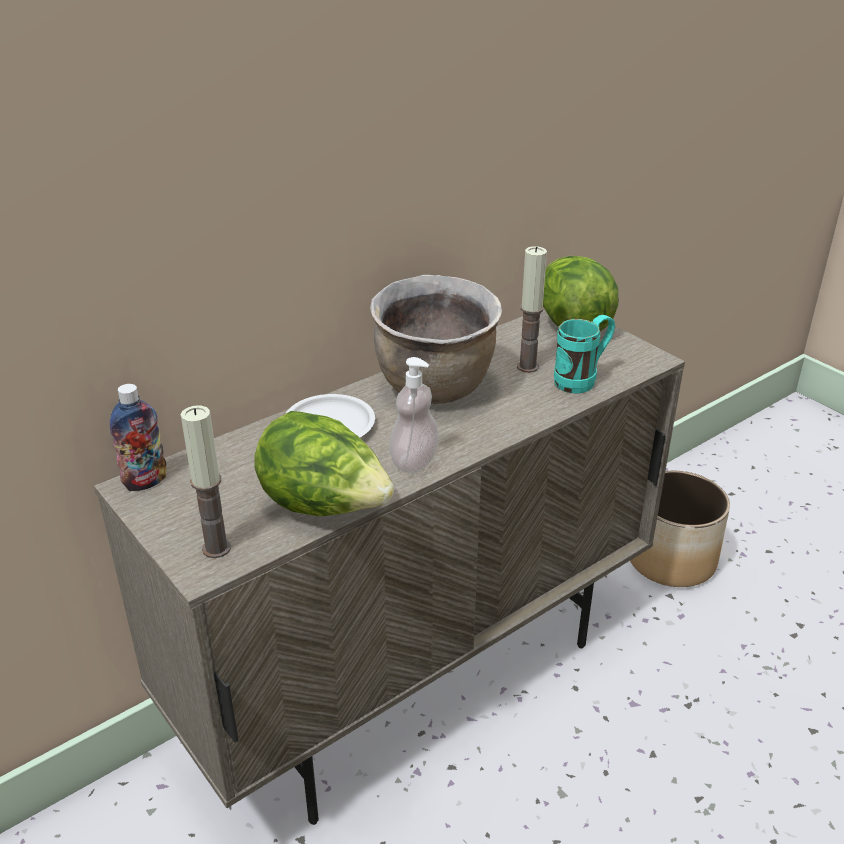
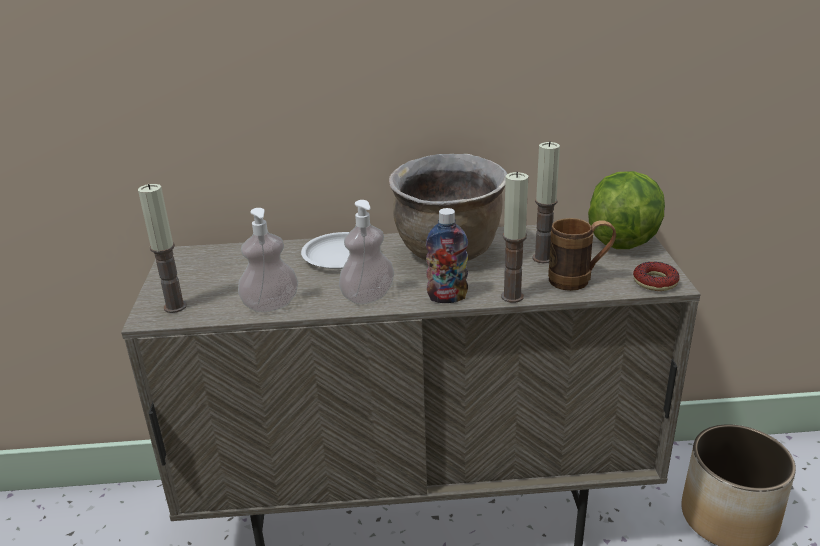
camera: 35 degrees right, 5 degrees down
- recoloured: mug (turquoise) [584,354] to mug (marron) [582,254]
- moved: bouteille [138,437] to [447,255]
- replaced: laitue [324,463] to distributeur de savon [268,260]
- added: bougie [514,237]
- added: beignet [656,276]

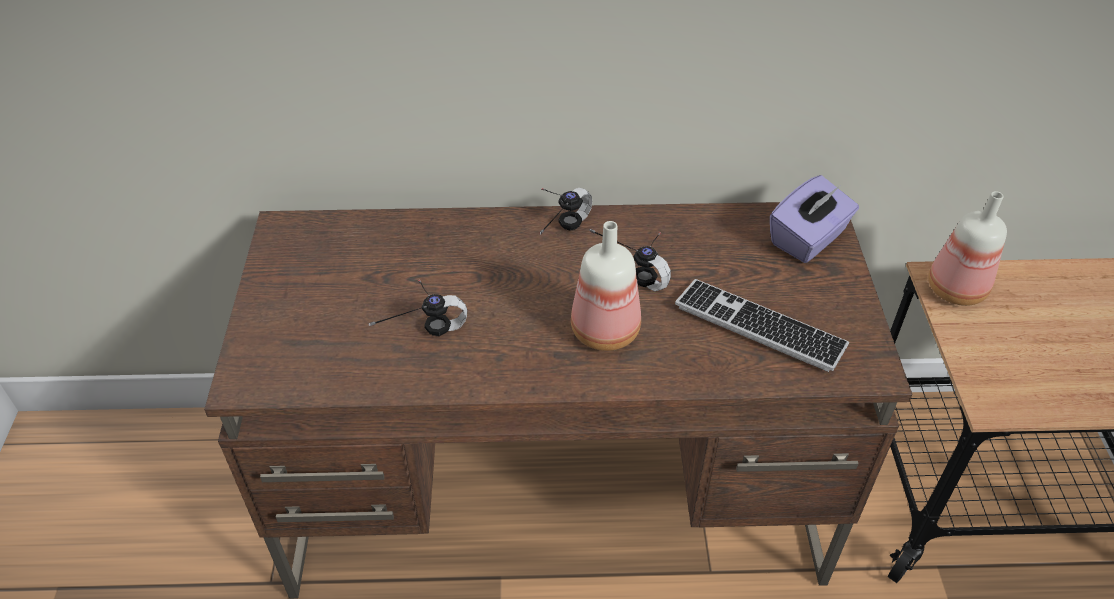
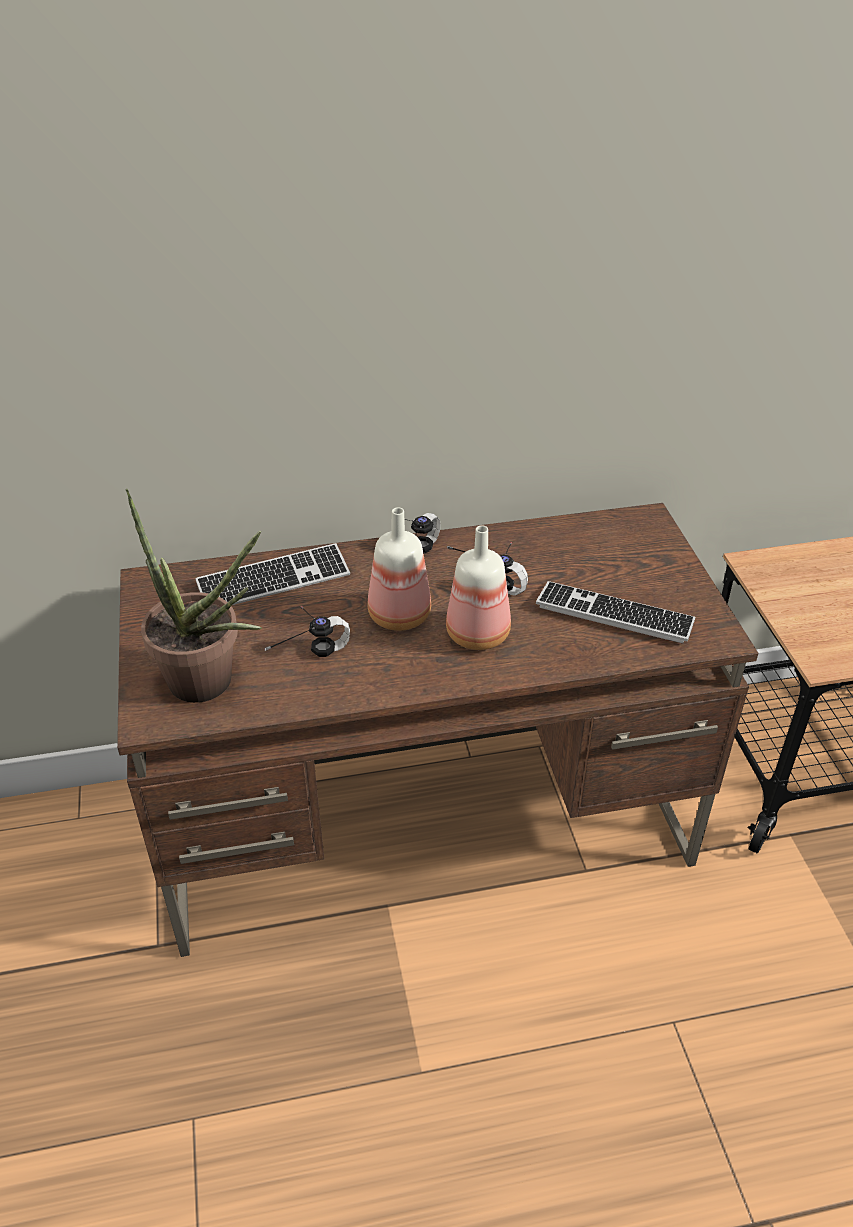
camera: 10 degrees left, 5 degrees down
- removed: boîte à mouchoirs (violet) [814,219]
- moved: bouteille [967,248] to [399,569]
- added: plante en pot [194,596]
- added: clavier [272,574]

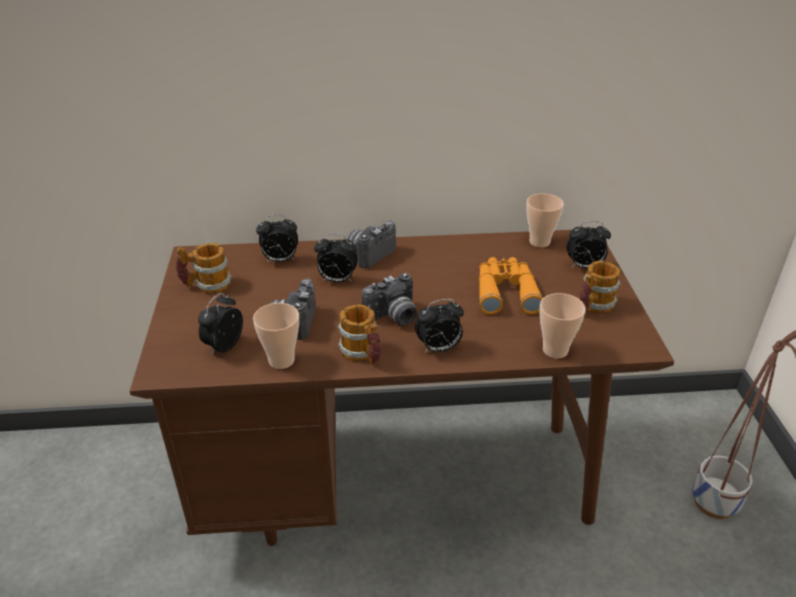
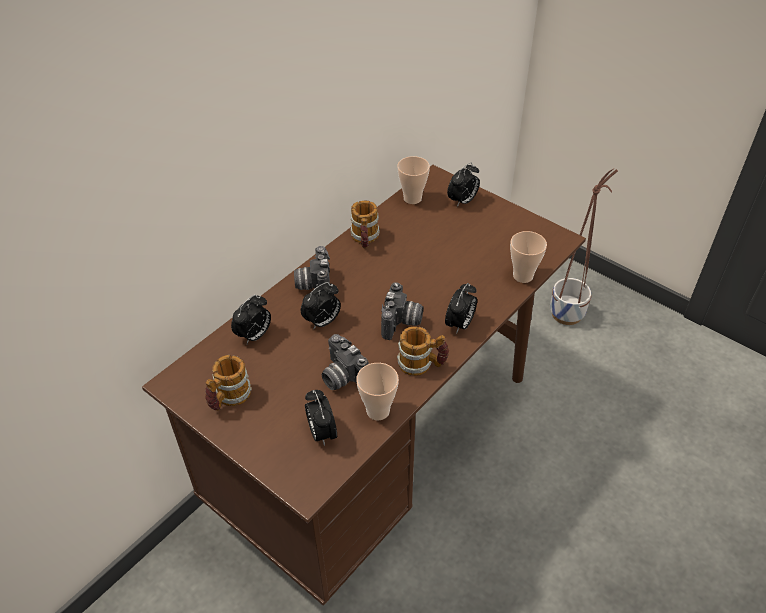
camera: 45 degrees left, 10 degrees up
- removed: jumelles (orange) [511,286]
- moved: mug [600,287] to [365,224]

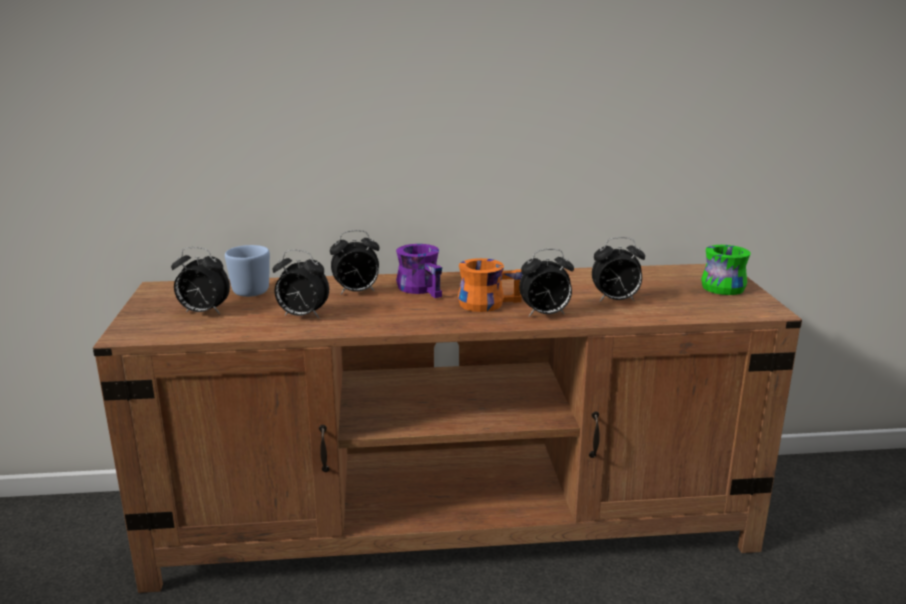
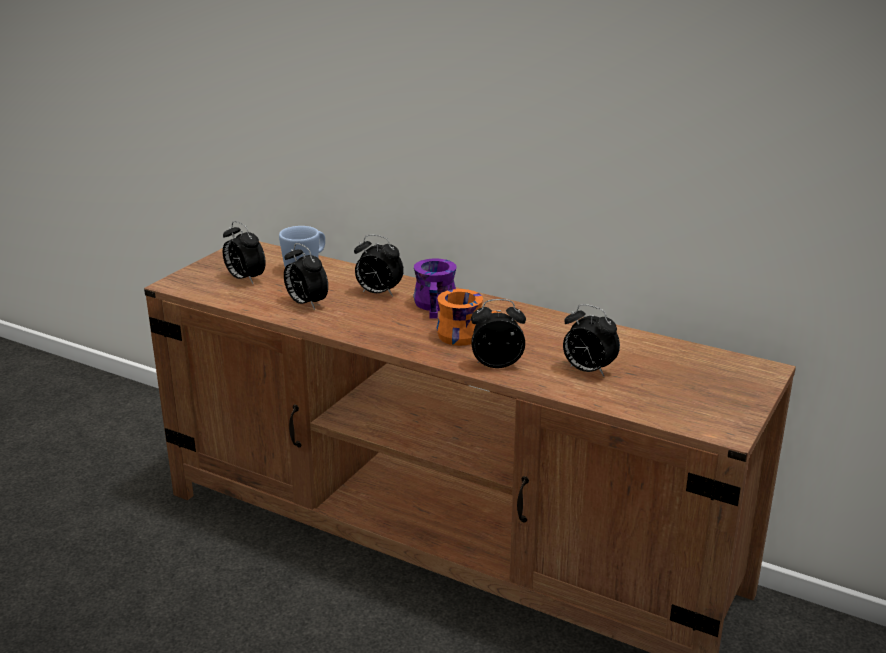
camera: 35 degrees right, 5 degrees up
- removed: mug (vert) [726,270]
- turned: réveil [546,283] = [498,333] 150 degrees clockwise

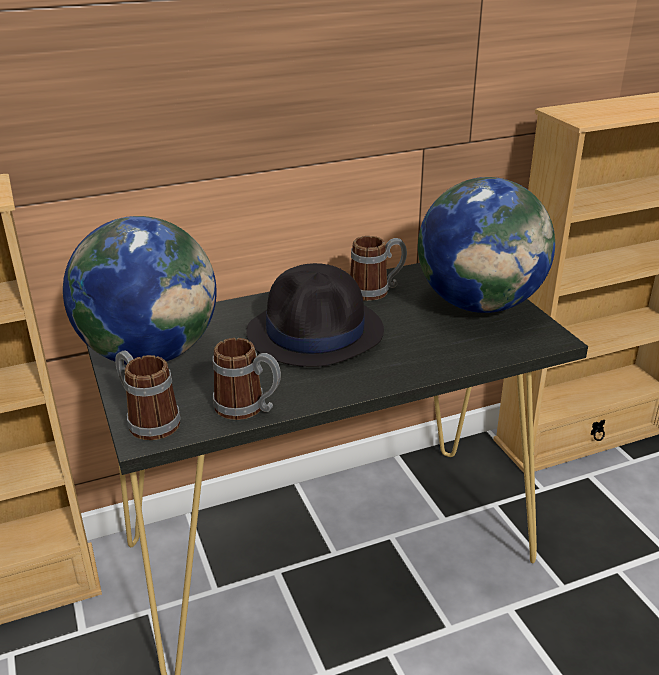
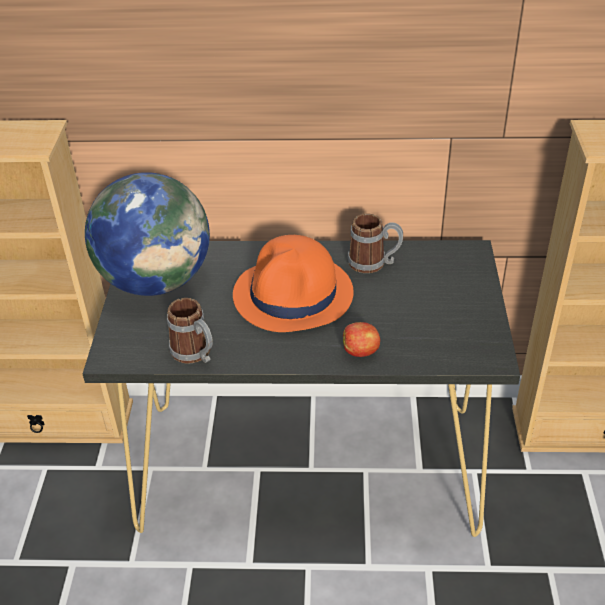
camera: 25 degrees right, 10 degrees up
- removed: globe [486,245]
- recoloured: chapeau (noir) [315,315] to chapeau (orange) [293,283]
- removed: mug [148,395]
- added: pomme [361,339]

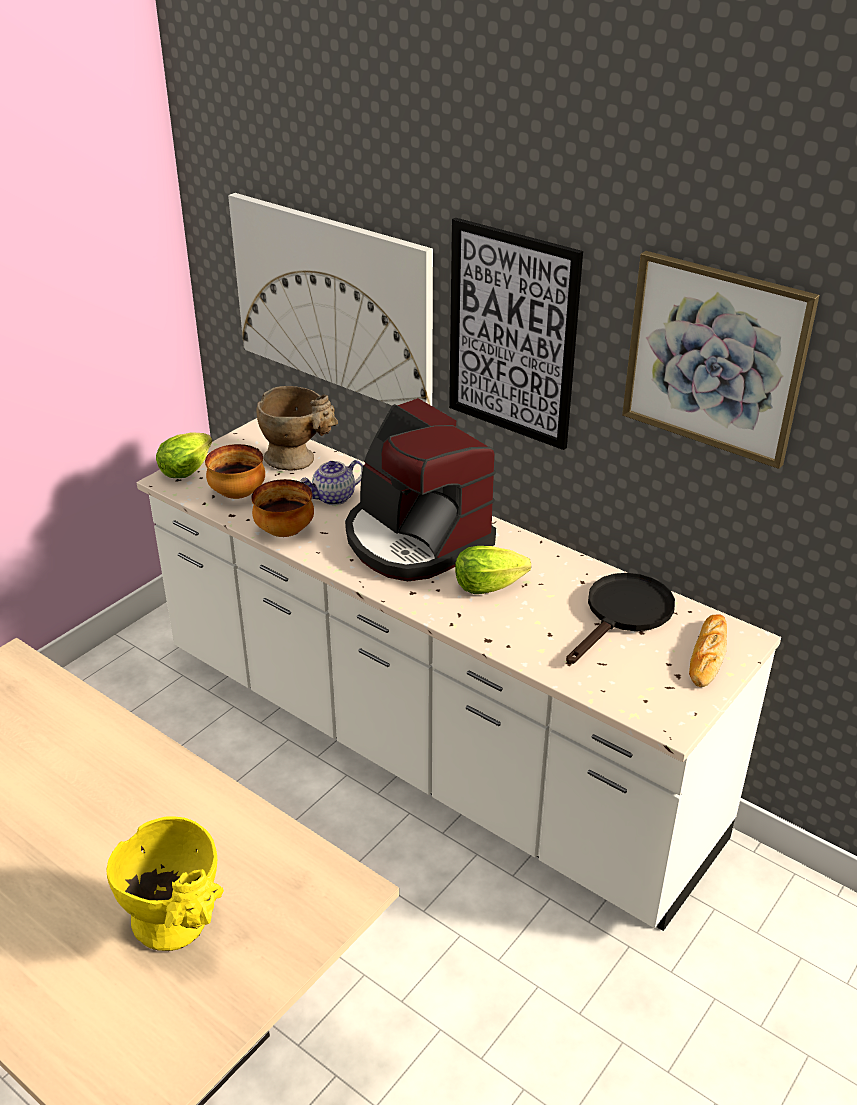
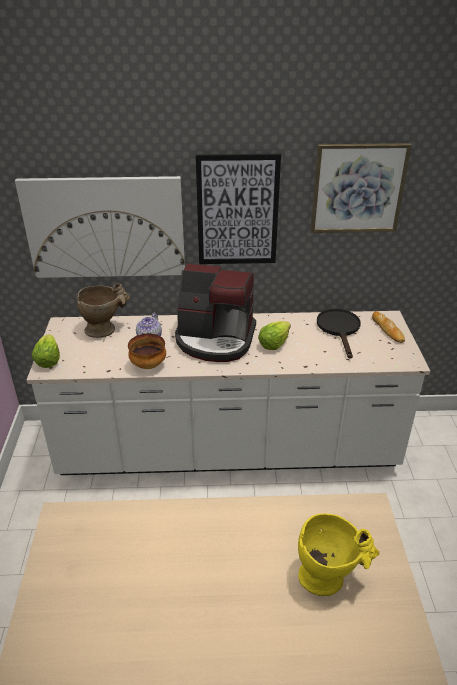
camera: 40 degrees left, 0 degrees up
- removed: bol [235,471]

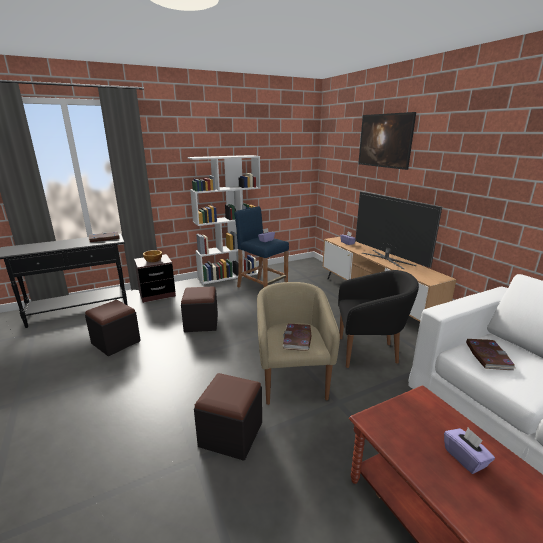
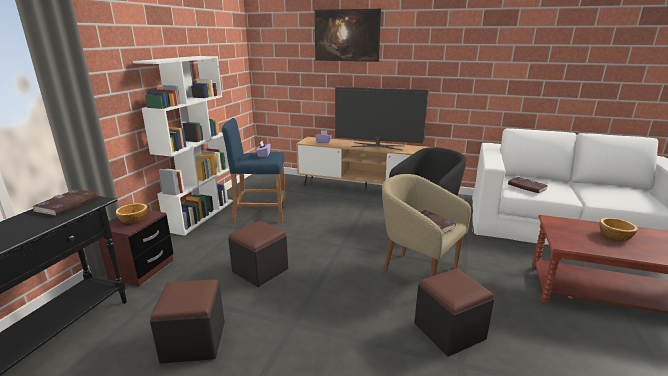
camera: 45 degrees left, 0 degrees up
- replaced: boîte à mouchoirs (violet) [469,451] to bol [618,229]

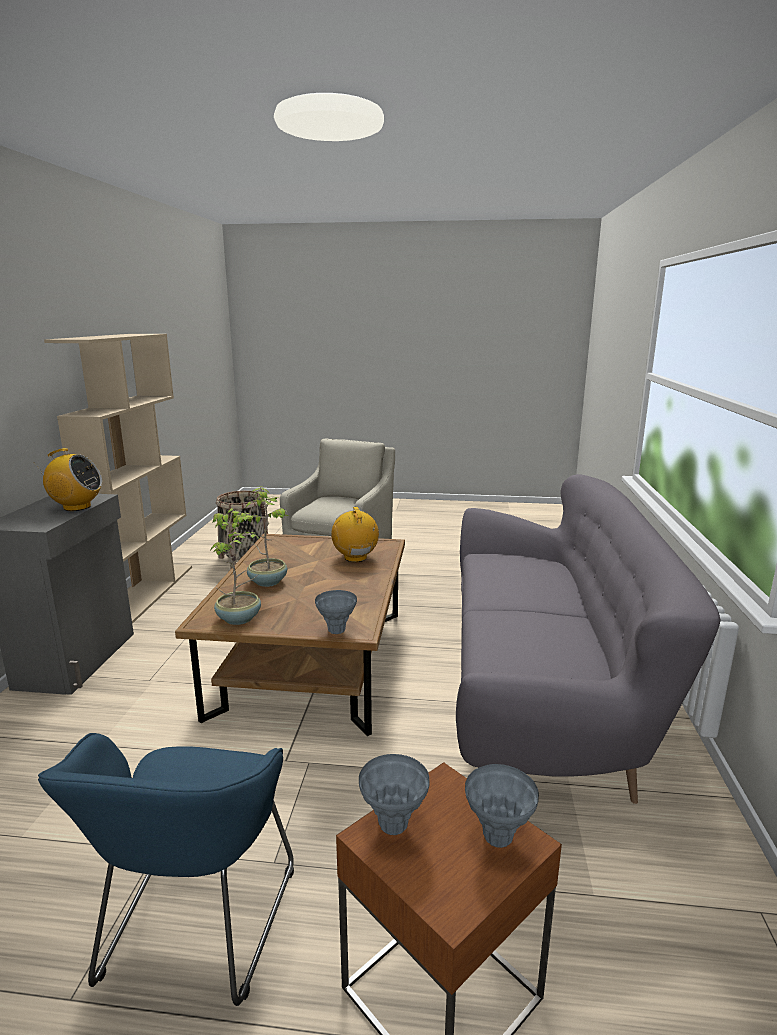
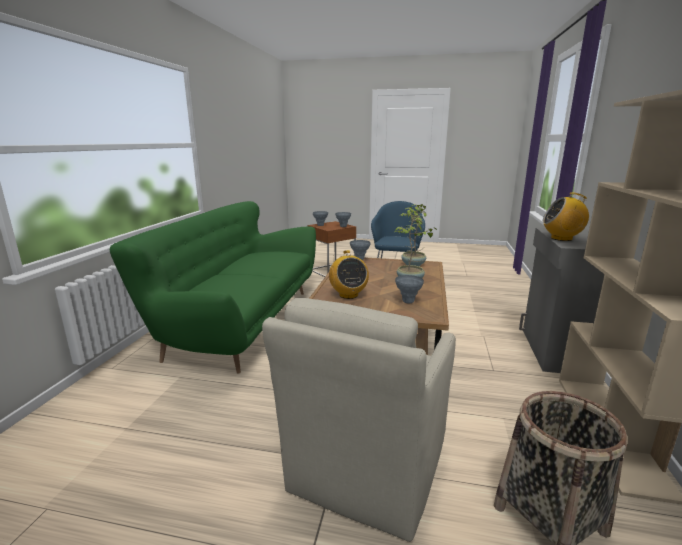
camera: 175 degrees left, 0 degrees up
- recoloured: canapé (gris) [588,639] to canapé (vert) [213,287]
- added: vase (gris) [409,289]

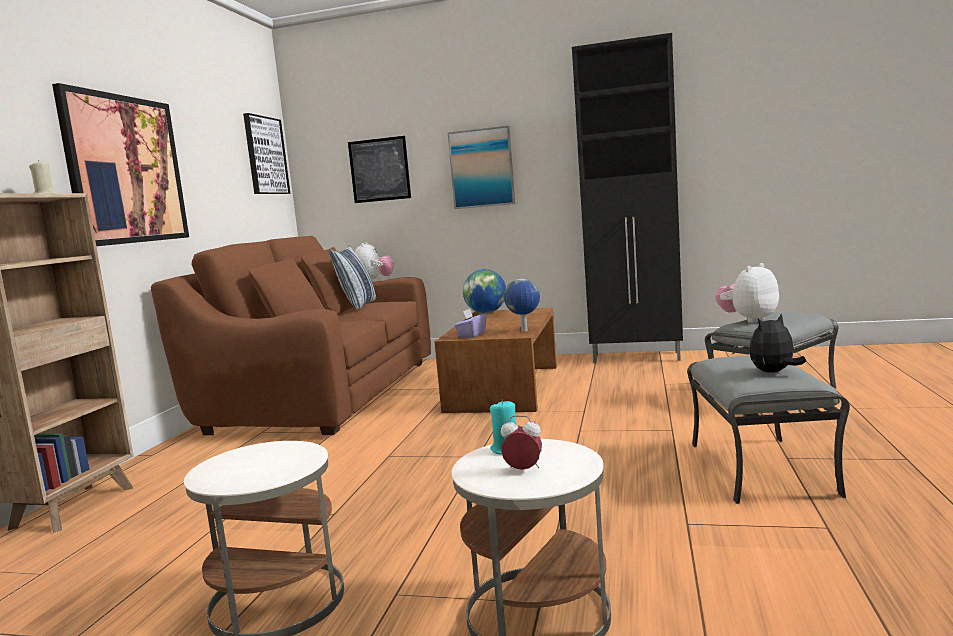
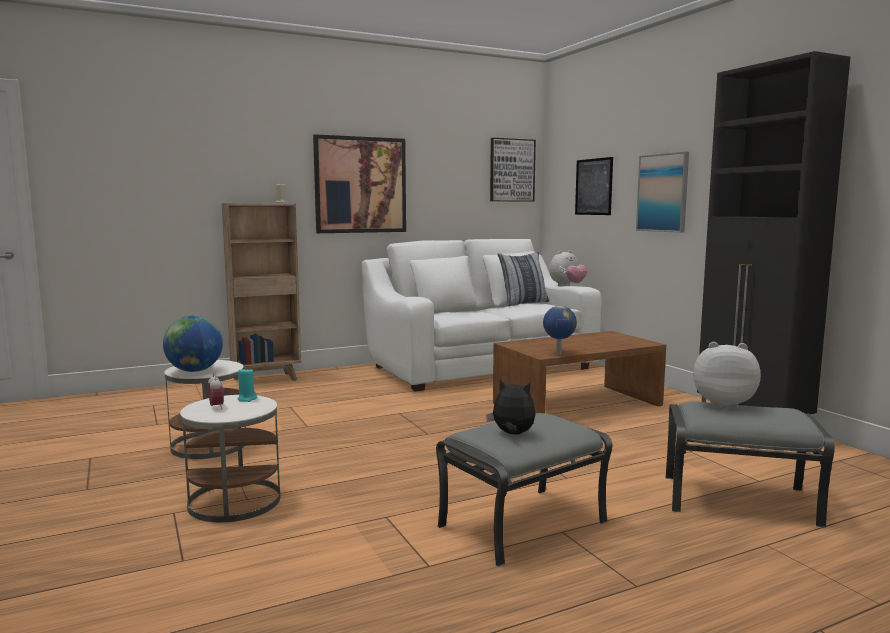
camera: 50 degrees right, 0 degrees up
- recoloured: canapé (marron) [291,335] to canapé (blanc) [481,315]
- moved: globe [484,291] to [193,344]
- removed: boîte à mouchoirs (violet) [470,323]

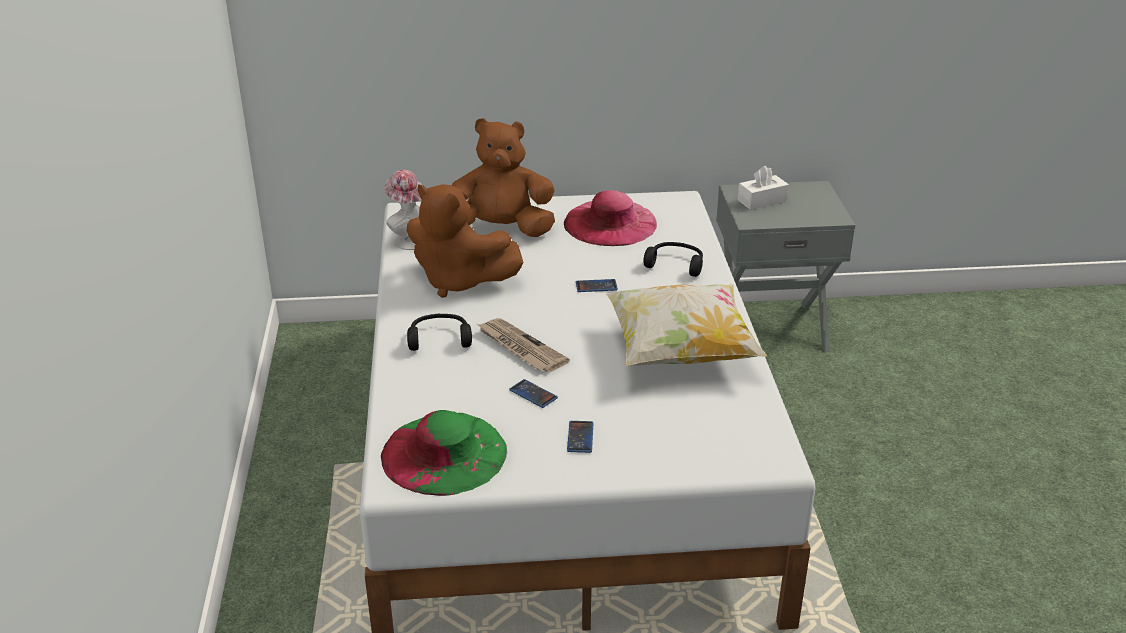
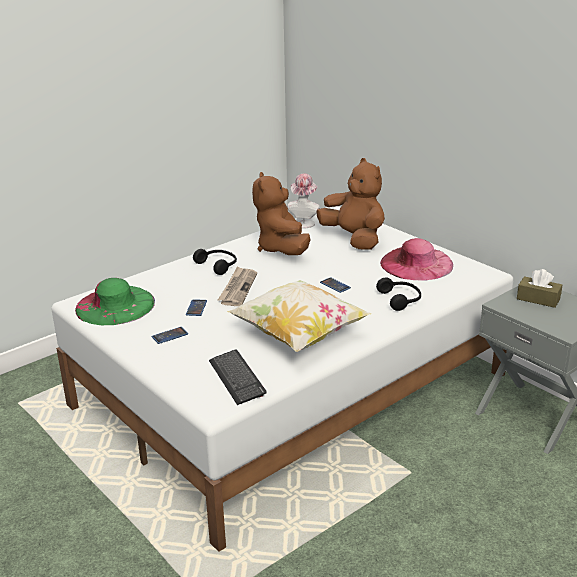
camera: 55 degrees right, 5 degrees down
- recoloured: boîte à mouchoirs (blanc) [763,188] to boîte à mouchoirs (marron) [539,288]
- added: clavier [238,377]

